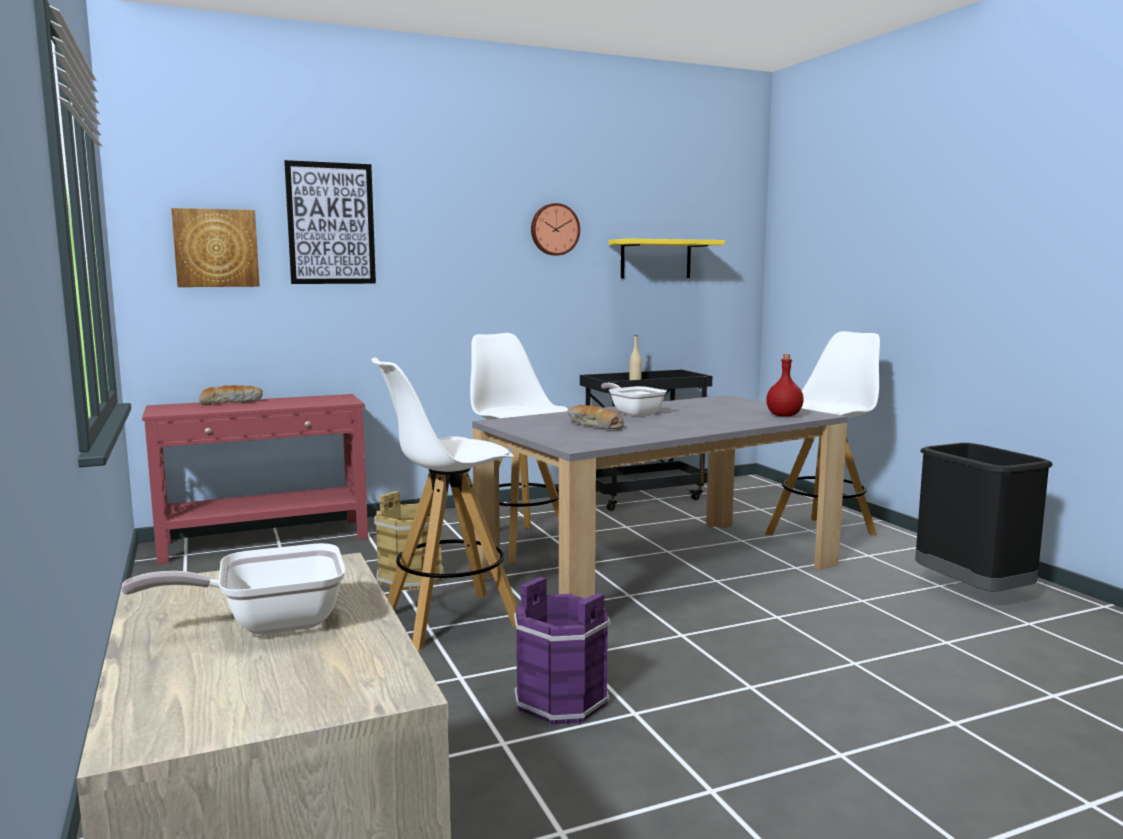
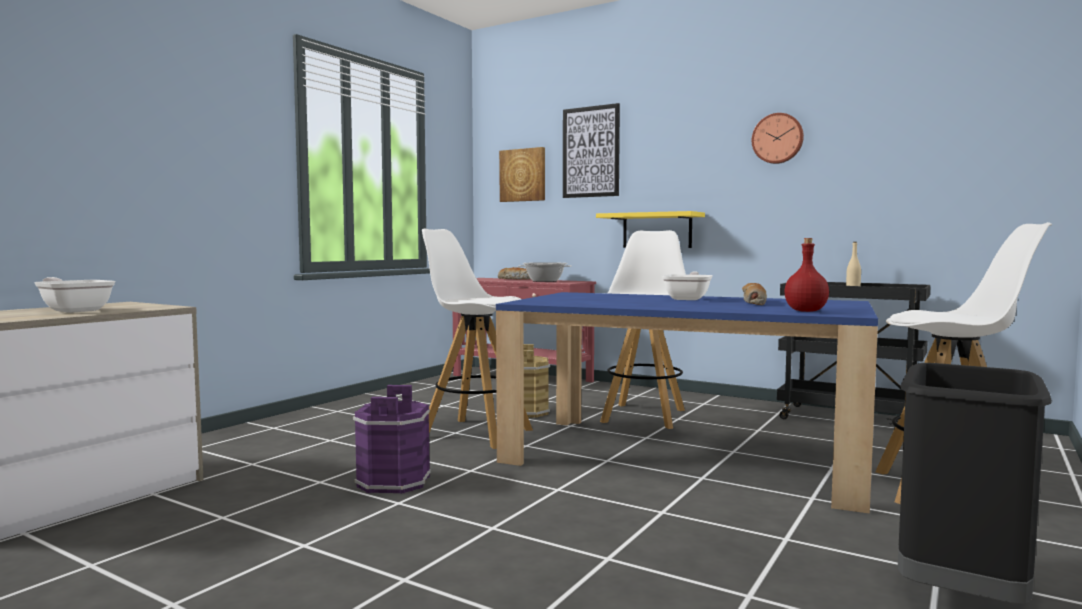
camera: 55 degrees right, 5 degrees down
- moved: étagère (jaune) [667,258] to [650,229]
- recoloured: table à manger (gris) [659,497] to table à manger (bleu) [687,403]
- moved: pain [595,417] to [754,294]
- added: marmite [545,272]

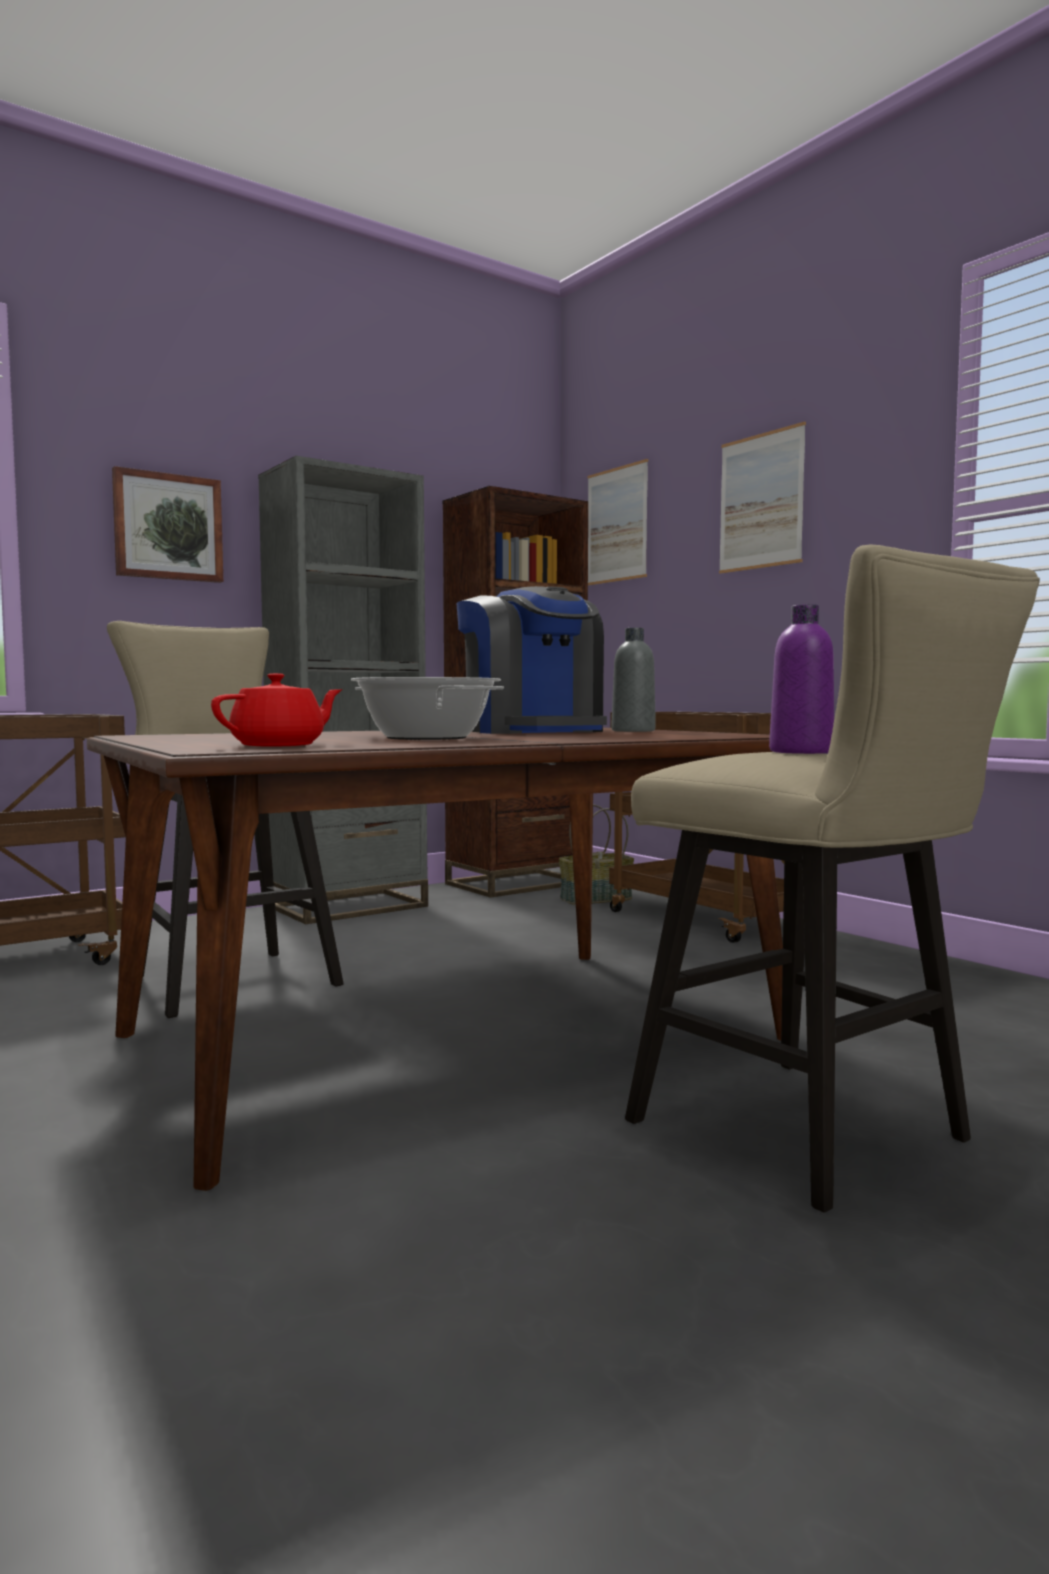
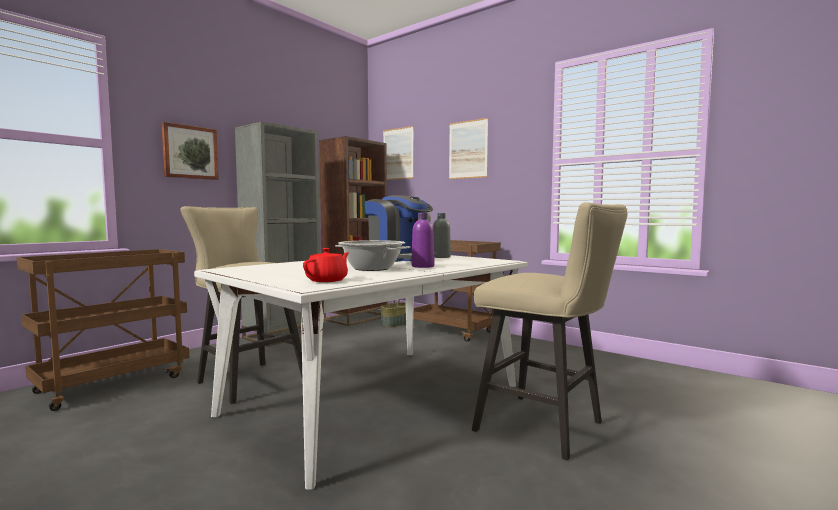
camera: 15 degrees left, 0 degrees up
- moved: bouteille (violet) [801,679] to [422,240]
- recoloured: table à manger (marron) [435,959] to table à manger (blanc) [361,372]

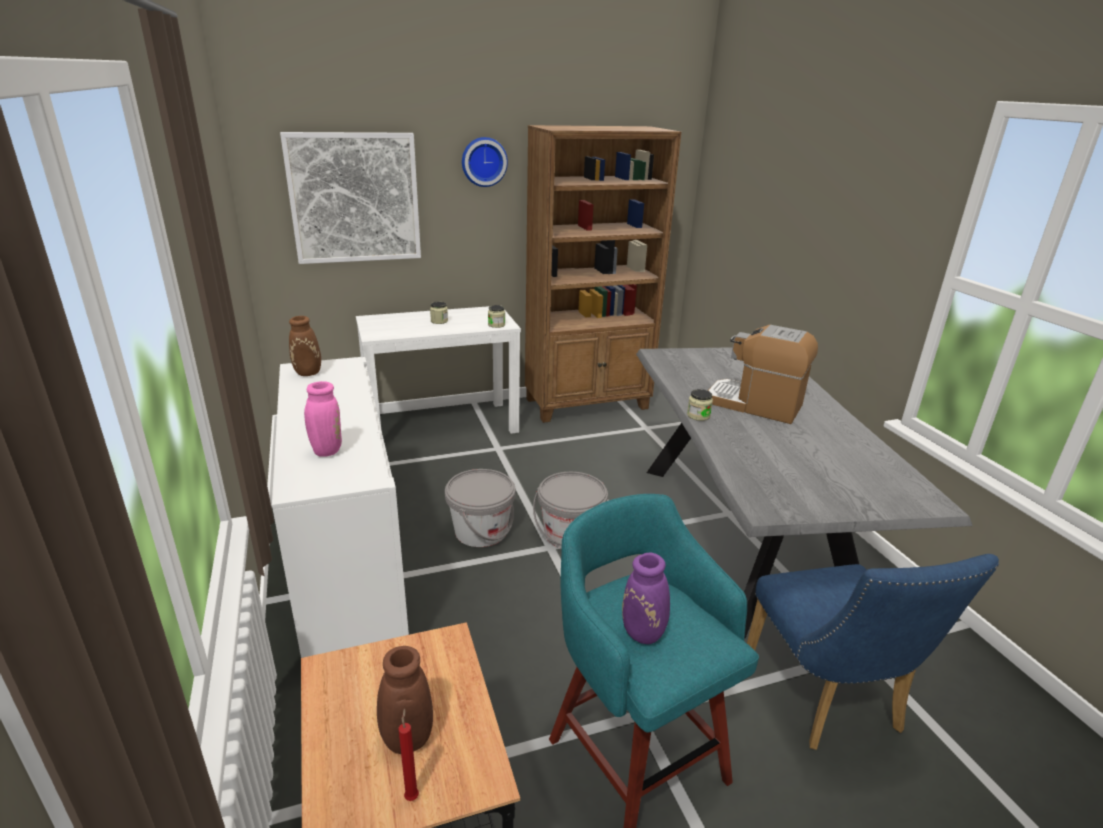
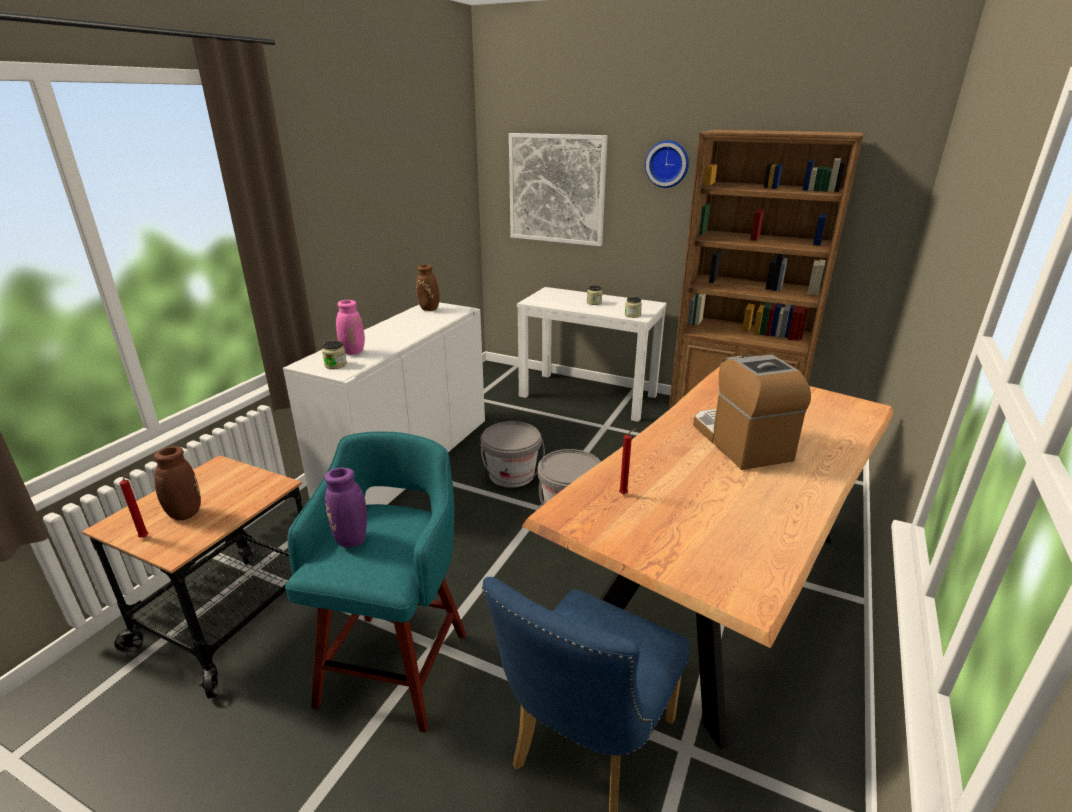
camera: 45 degrees right, 0 degrees up
- recoloured: table à manger (gris) [804,493] to table à manger (marron) [708,558]
- moved: bocal [700,405] to [334,354]
- added: bougie (rouge) [627,462]

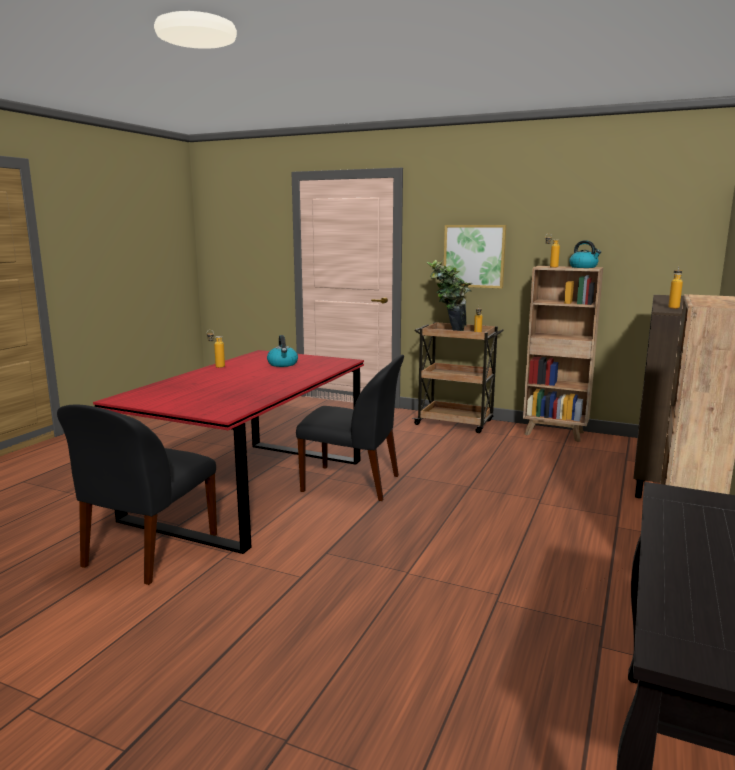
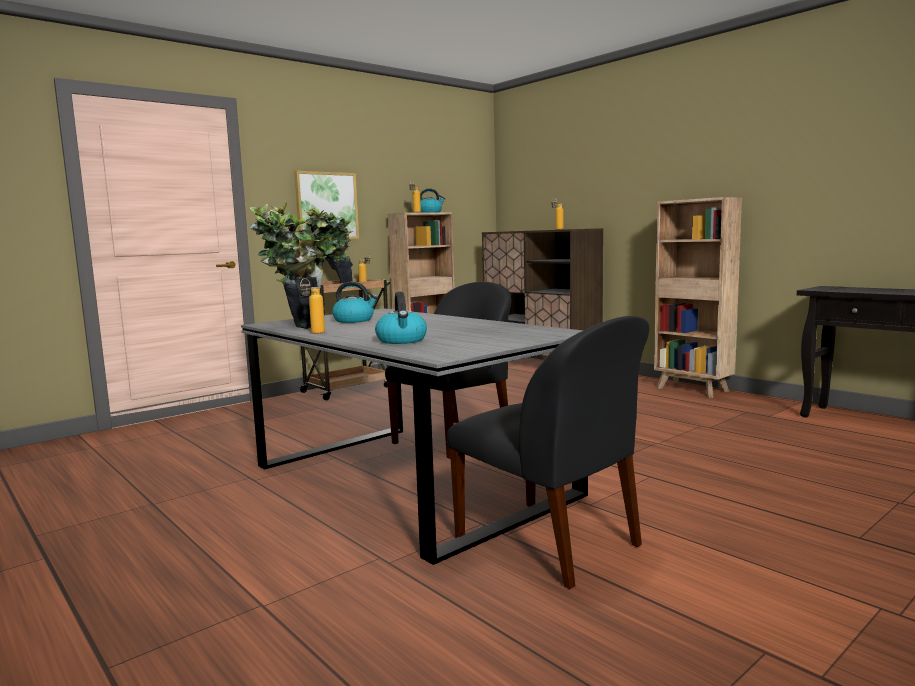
camera: 65 degrees left, 5 degrees down
- recoloured: table à manger (rouge) [228,452] to table à manger (gris) [414,436]
- added: plante en pot [288,266]
- added: bouilloire [401,317]

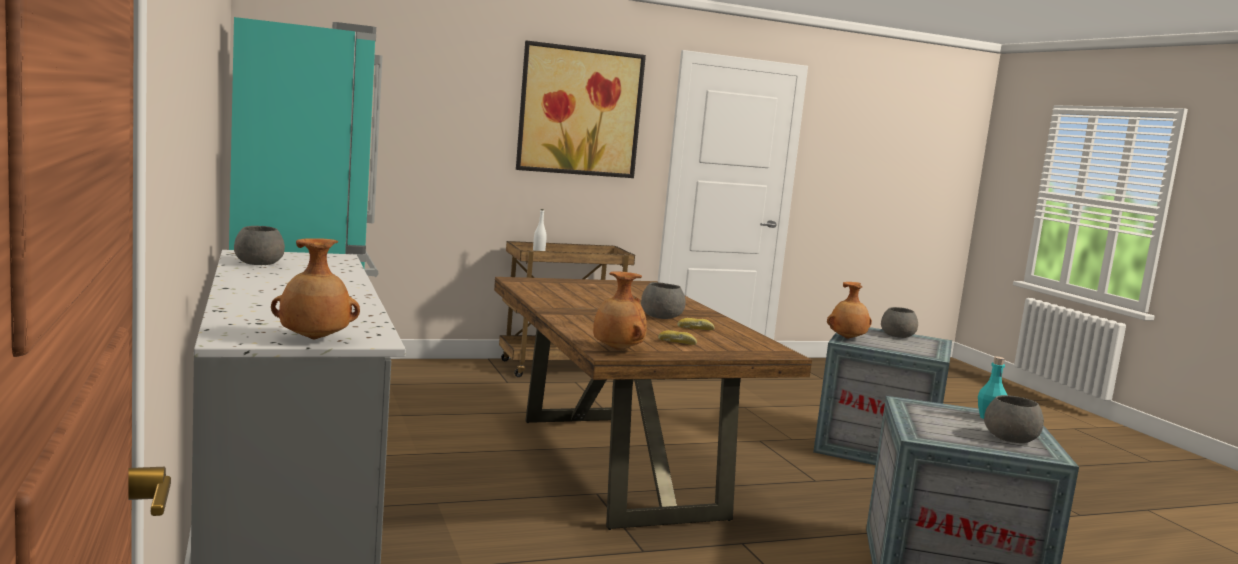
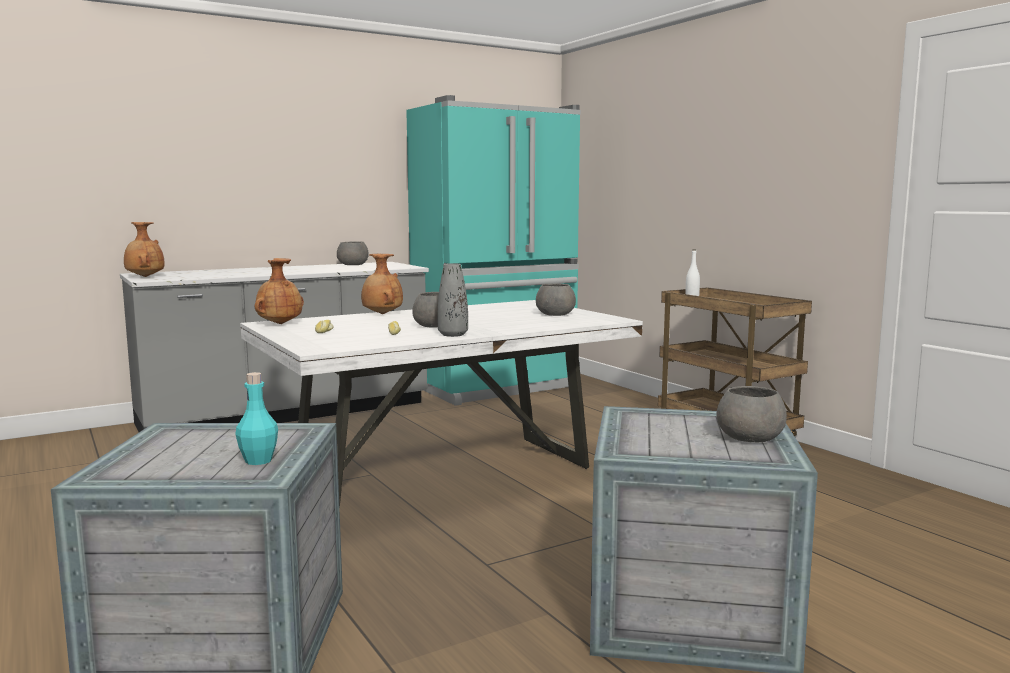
camera: 80 degrees right, 0 degrees up
- removed: tableau [581,109]
- recoloured: table à manger (marron) [653,403] to table à manger (blanc) [441,404]
- moved: vase (marron) [849,310] to [382,284]
- moved: bol (gris) [1014,419] to [556,299]
- added: vase (gris) [453,300]

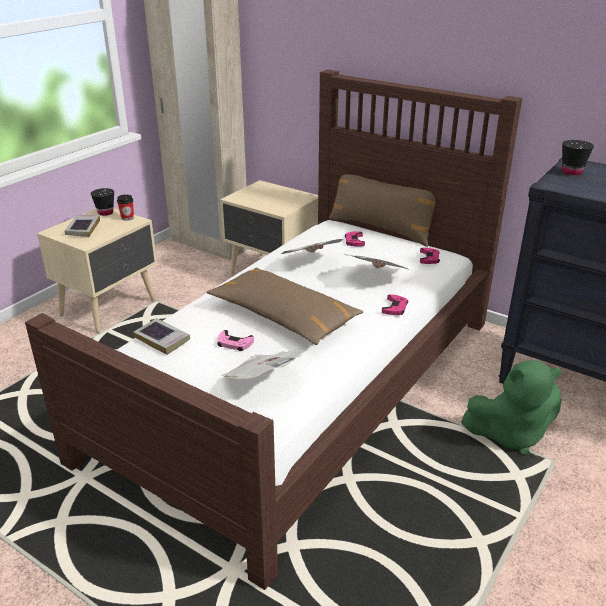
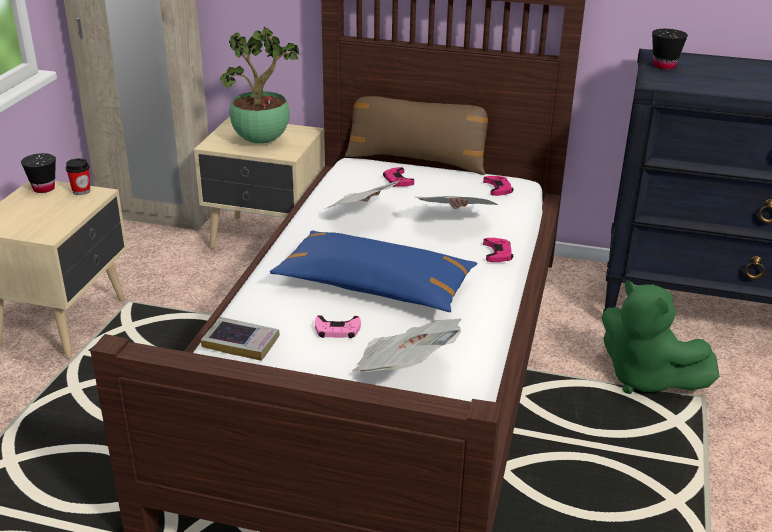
camera: 20 degrees left, 0 degrees up
- removed: livre [82,226]
- recoloured: coussin (marron) [285,306] to coussin (bleu) [373,271]
- turned: peluche (vert) [511,407] = [661,337] 75 degrees clockwise
- added: plante en pot [259,85]

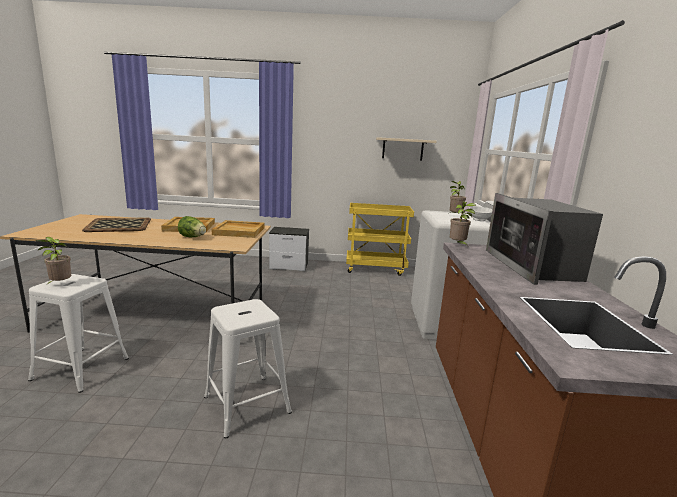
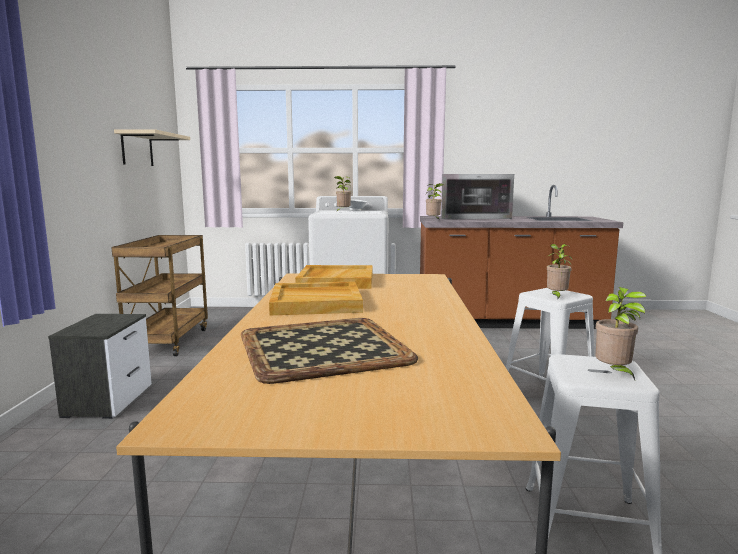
camera: 90 degrees left, 5 degrees down
- recoloured: chariot (jaune) [380,239] to chariot (marron) [159,295]
- removed: laitue [192,226]
- added: plante en pot [559,272]

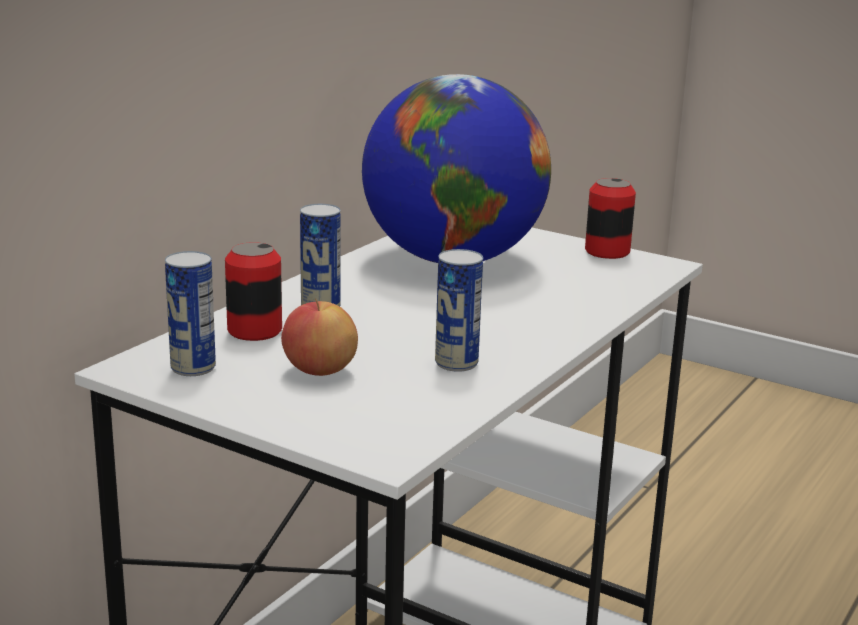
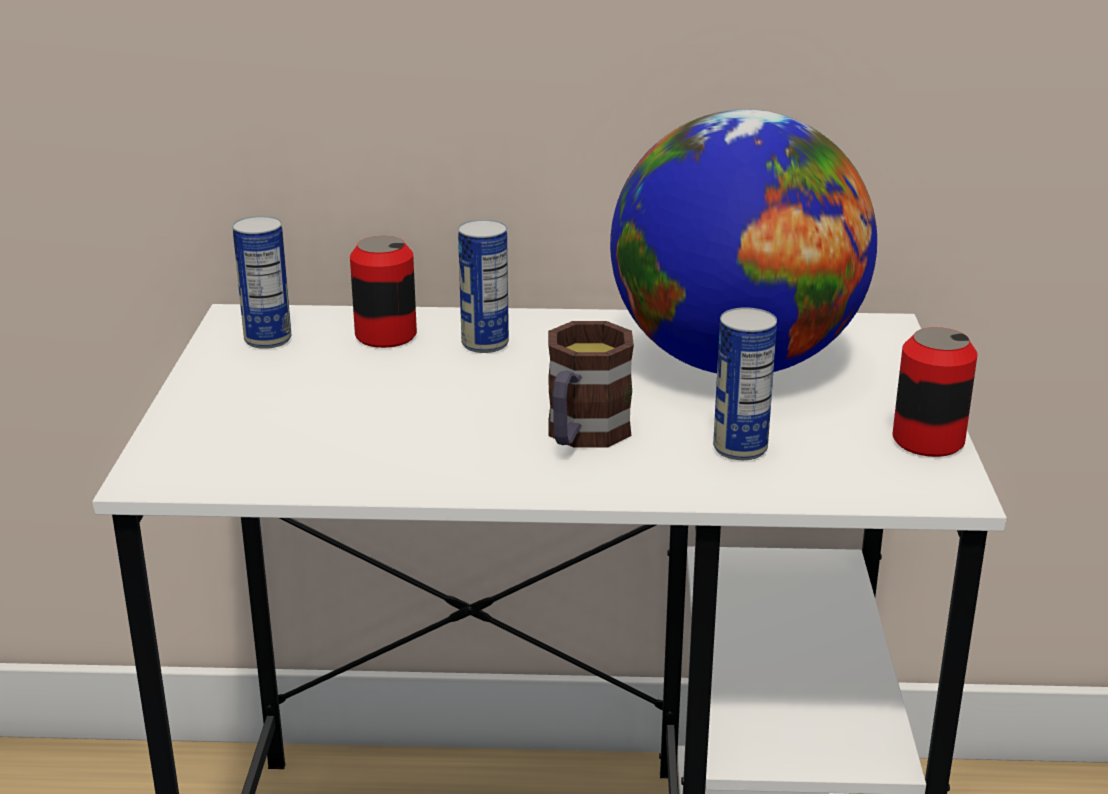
camera: 60 degrees right, 5 degrees up
- moved: boîte métallique [459,310] to [745,383]
- removed: pomme [319,337]
- added: mug [591,384]

